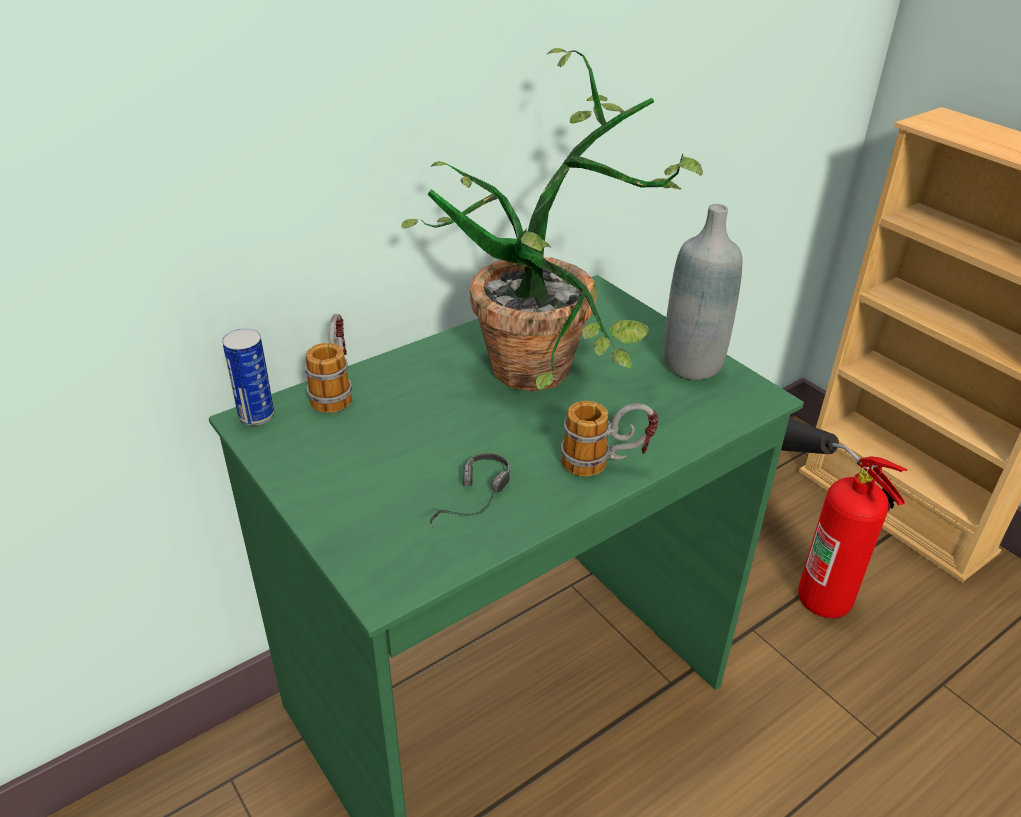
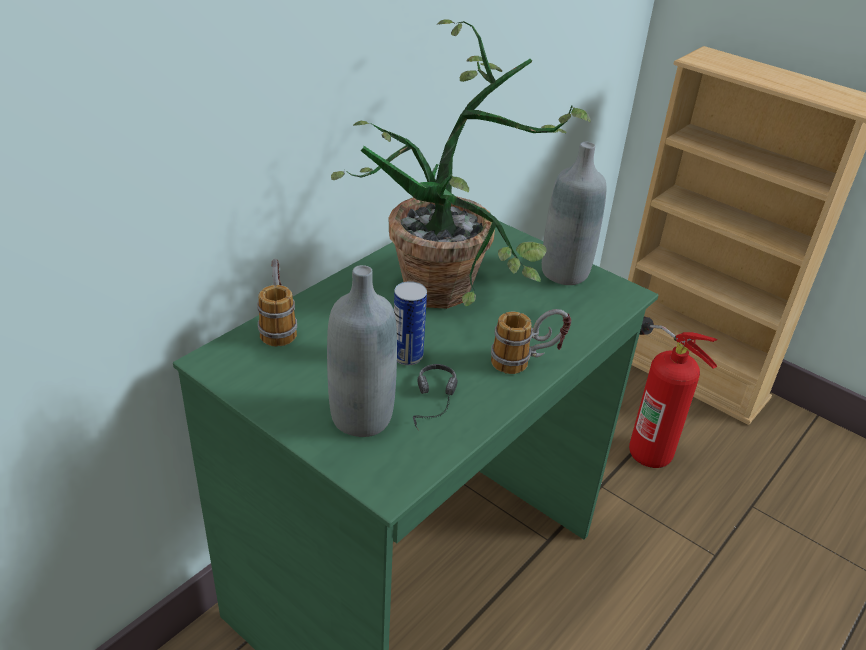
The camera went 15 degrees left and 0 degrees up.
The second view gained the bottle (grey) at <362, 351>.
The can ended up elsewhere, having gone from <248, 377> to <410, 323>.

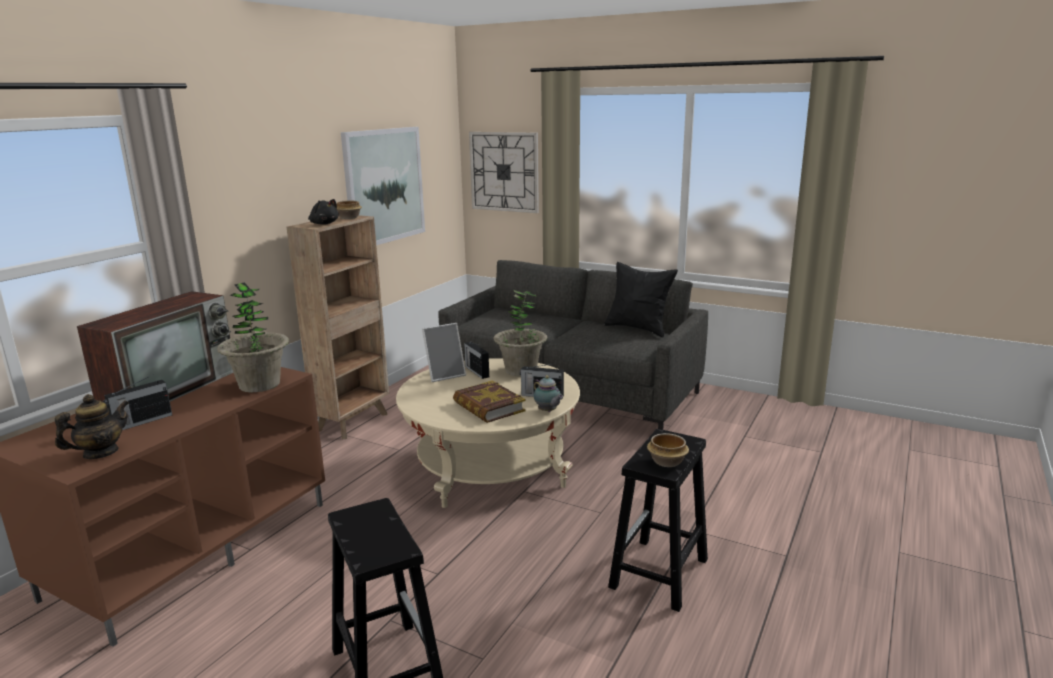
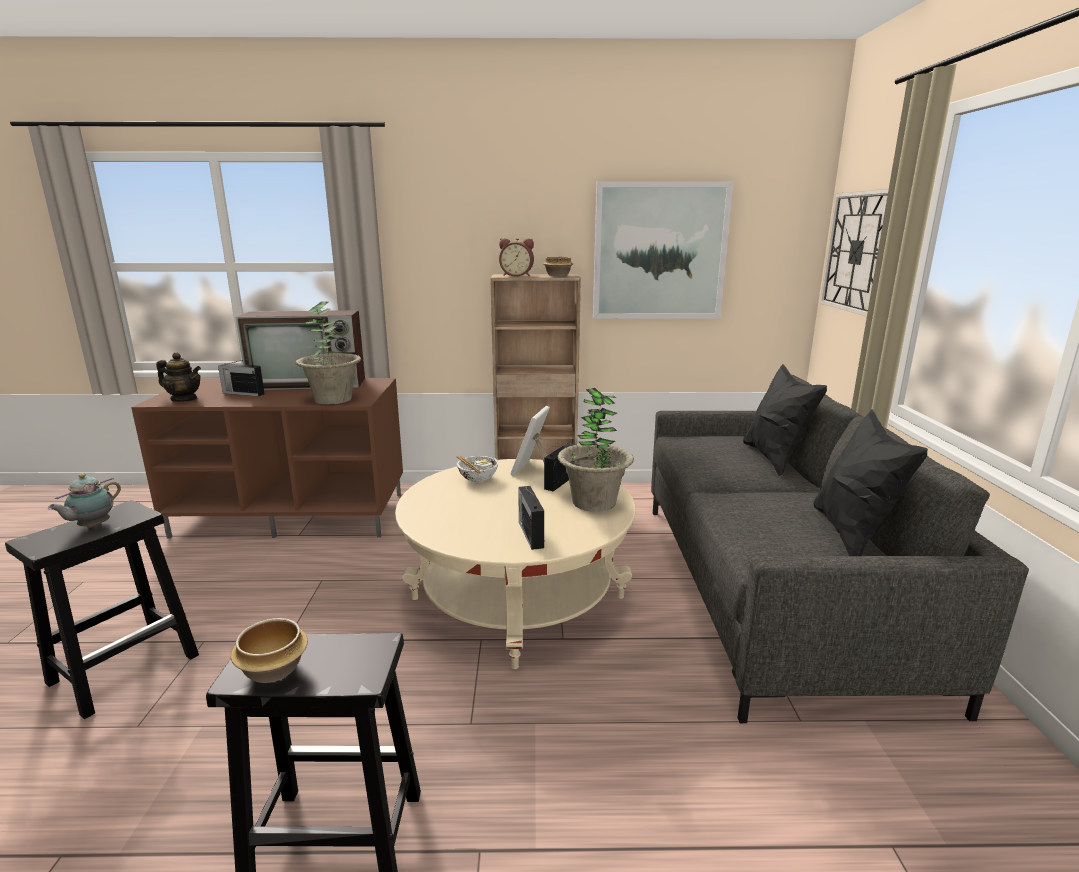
The camera went 60 degrees right and 0 degrees up.
The second view lost the book at <489, 401>.
The second view gained the bowl at <477, 469>.
The second view gained the pillow (black) at <785, 420>.
The teapot ended up elsewhere, having gone from <548, 393> to <84, 500>.
Where the plush toy (black) stood at <323, 212>, the alarm clock came to stand at <516, 257>.
The picture frame at <444, 352> ended up facing another way, 75 degrees clockwise from before.

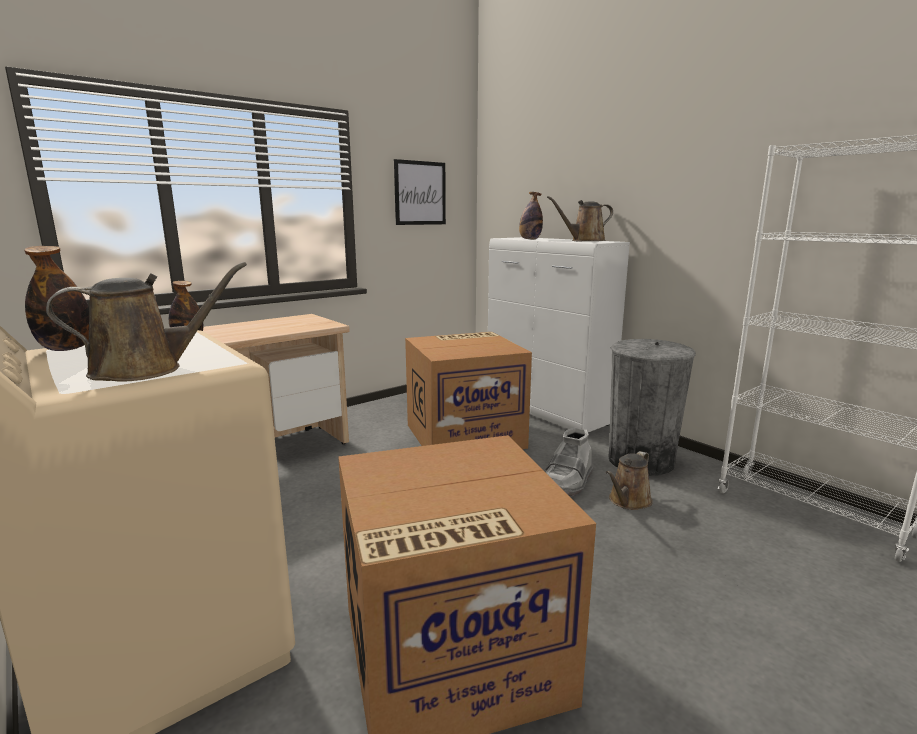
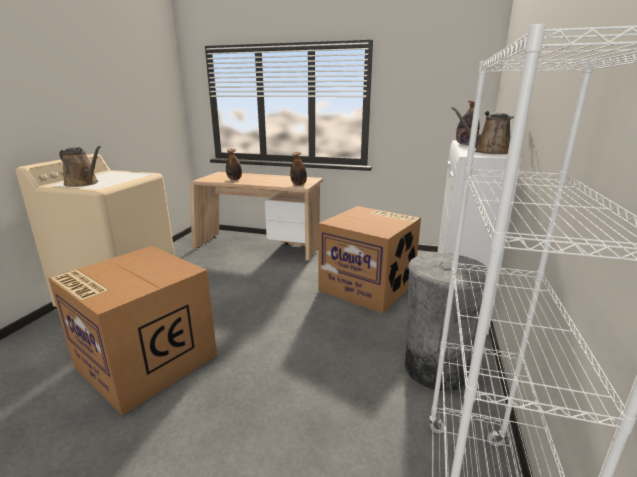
The camera went 55 degrees right and 5 degrees up.
The second view lost the picture at <420, 192>.
The second view lost the boot (grey) at <569, 461>.
The second view lost the watering can (brown) at <629, 480>.
The bottle ended up elsewhere, having gone from <56, 298> to <298, 168>.

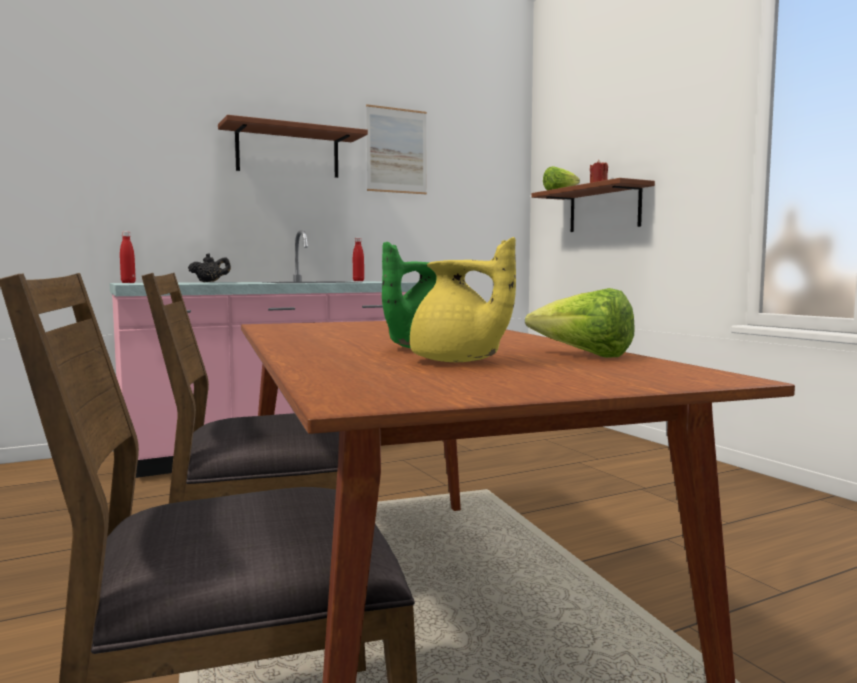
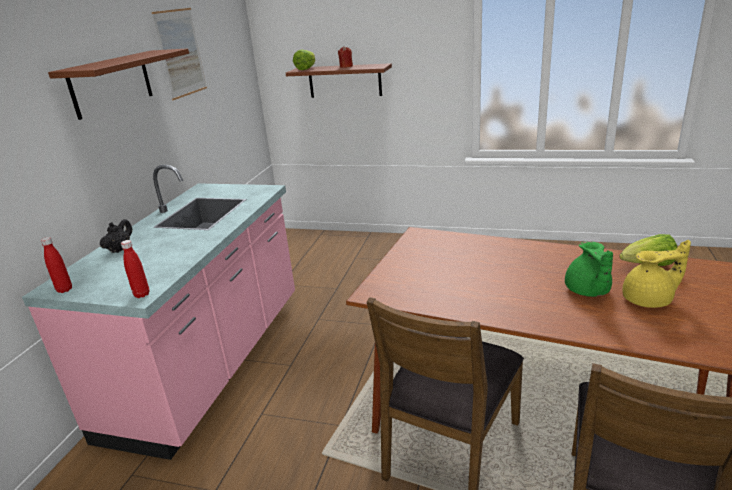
The camera went 45 degrees left and 20 degrees up.
The bottle (red) ended up elsewhere, having gone from <358, 259> to <135, 269>.

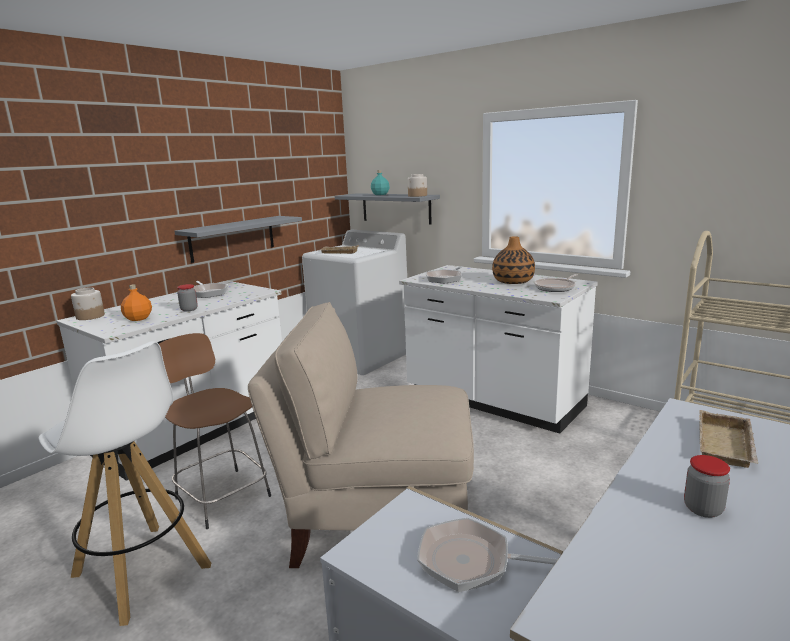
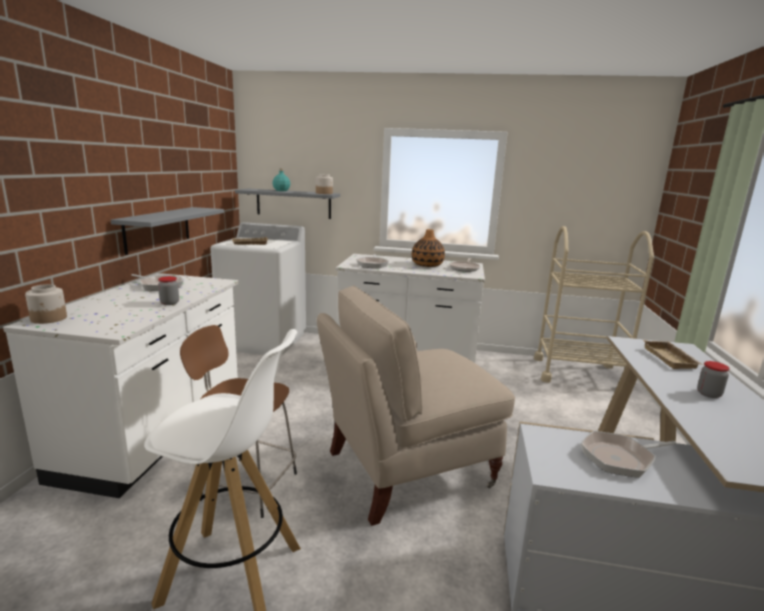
The camera went 30 degrees left and 0 degrees up.
The second view lost the bottle (orange) at <136, 302>.

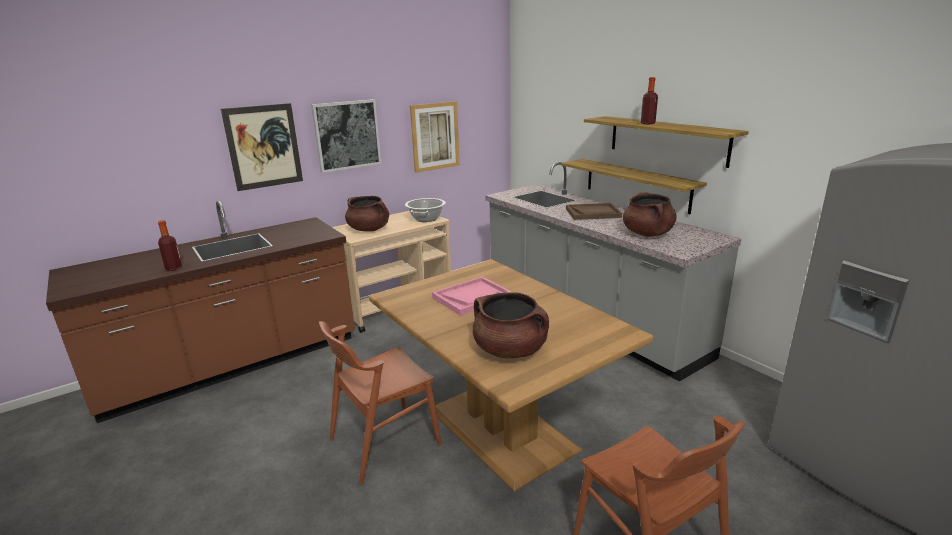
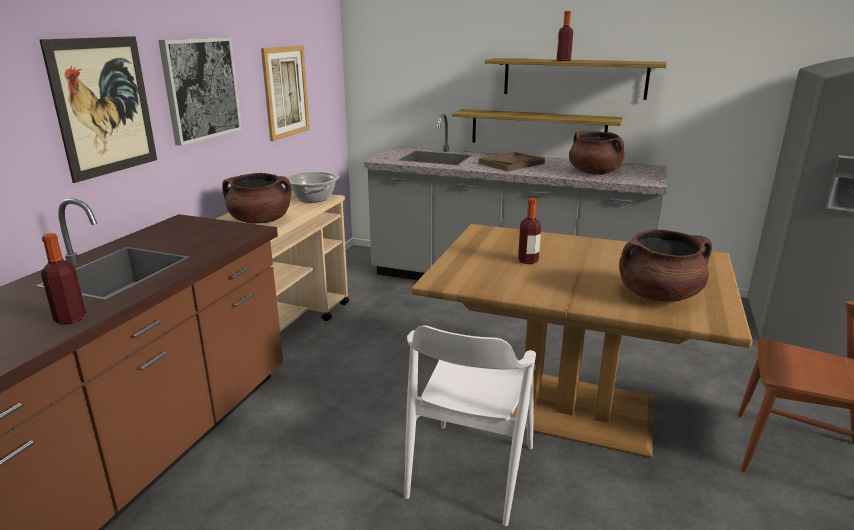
The camera went 35 degrees left and 0 degrees up.
Where the tray (pink) stood at <472, 296>, the bottle came to stand at <529, 231>.
What was the chair (brown) at <380, 402> turned into the chair (white) at <470, 425>.

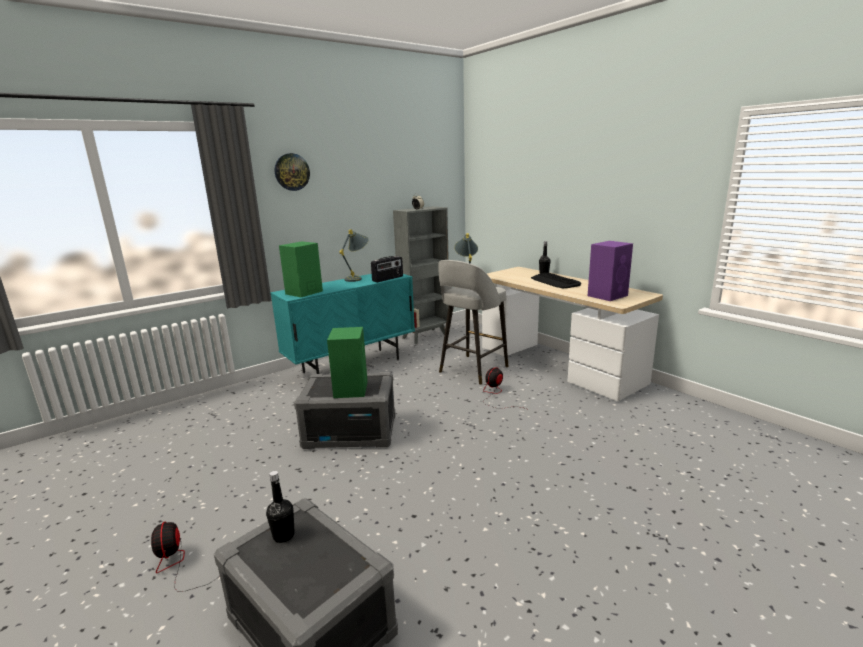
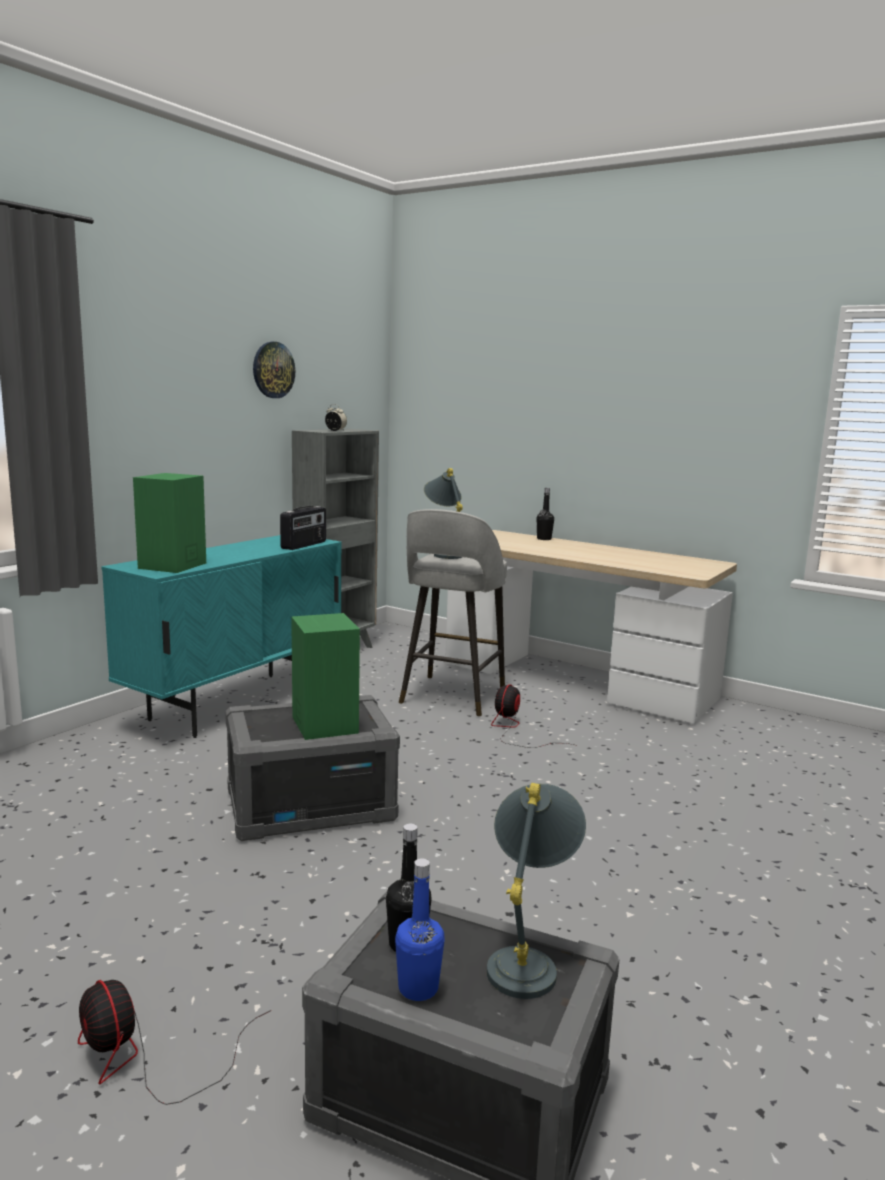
The camera went 20 degrees left and 5 degrees down.
The second view lost the keyboard at <556, 280>.
The second view lost the speaker (purple) at <610, 271>.
The second view gained the bottle (blue) at <420, 929>.
The wall clock ended up elsewhere, having gone from <292, 172> to <274, 370>.
The table lamp (grey) ended up elsewhere, having gone from <354, 255> to <536, 891>.

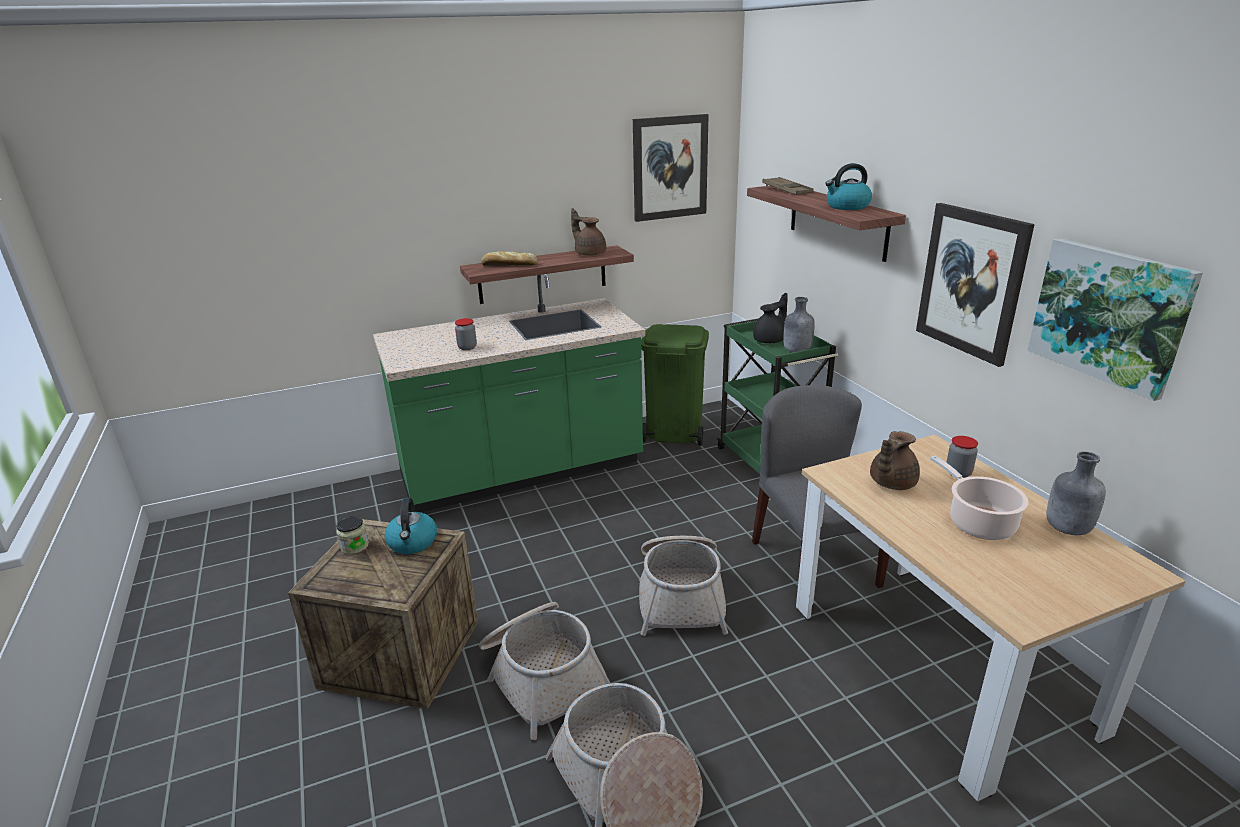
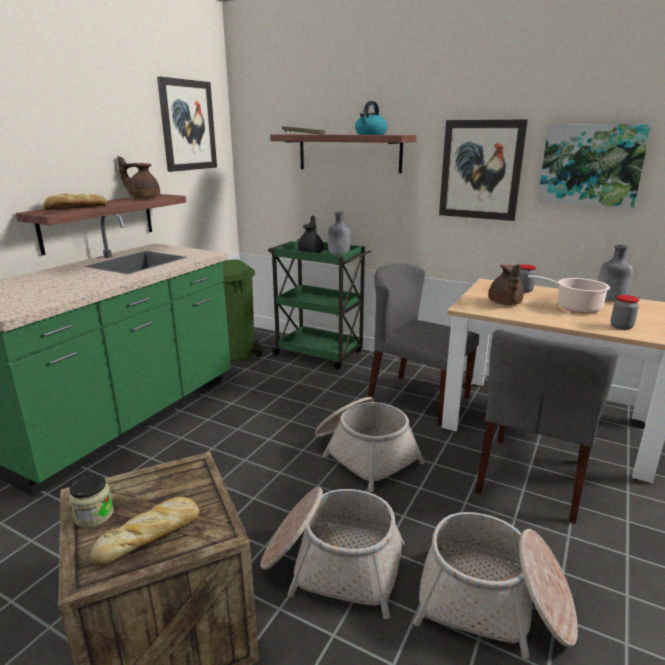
The camera went 40 degrees left and 5 degrees down.
The second view lost the kettle at <411, 526>.
The second view gained the bread at <144, 532>.
The second view gained the chair (grey) at <546, 426>.
The jar ended up elsewhere, having gone from <466, 334> to <624, 312>.

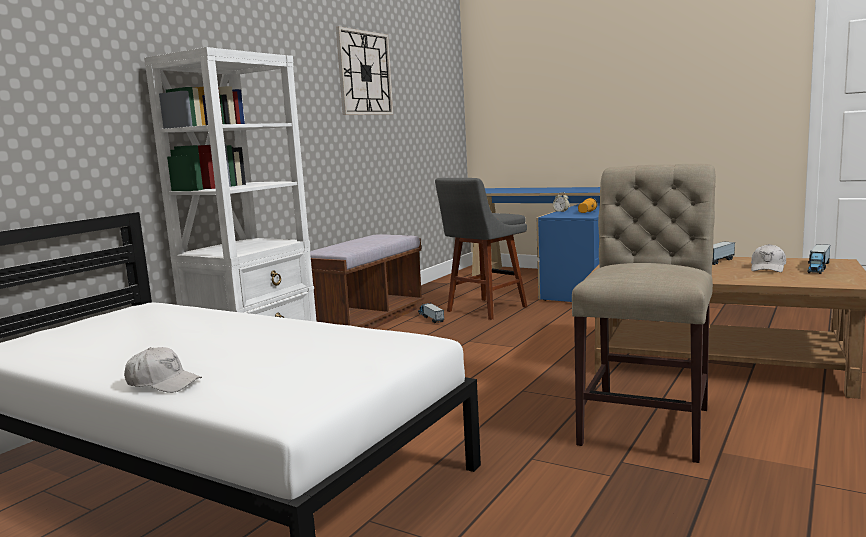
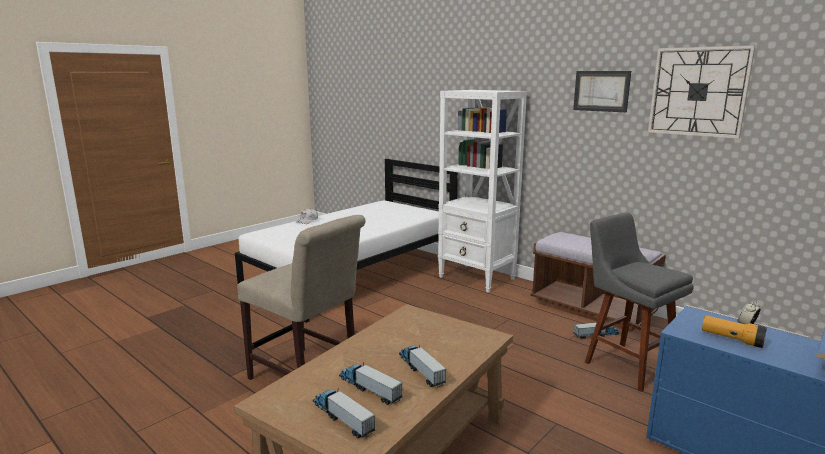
The camera went 100 degrees right and 5 degrees up.
The second view gained the picture at <602, 91>.
Where the cap (white) stood at <768, 258>, the toy truck came to stand at <370, 383>.

